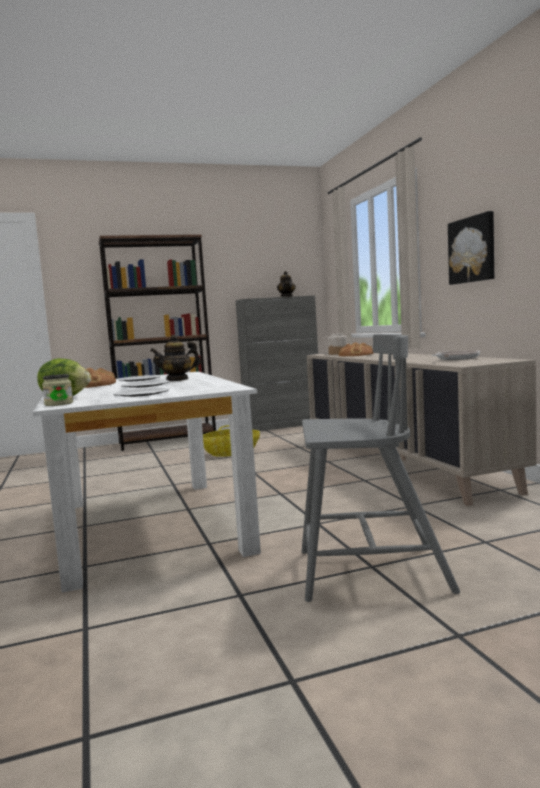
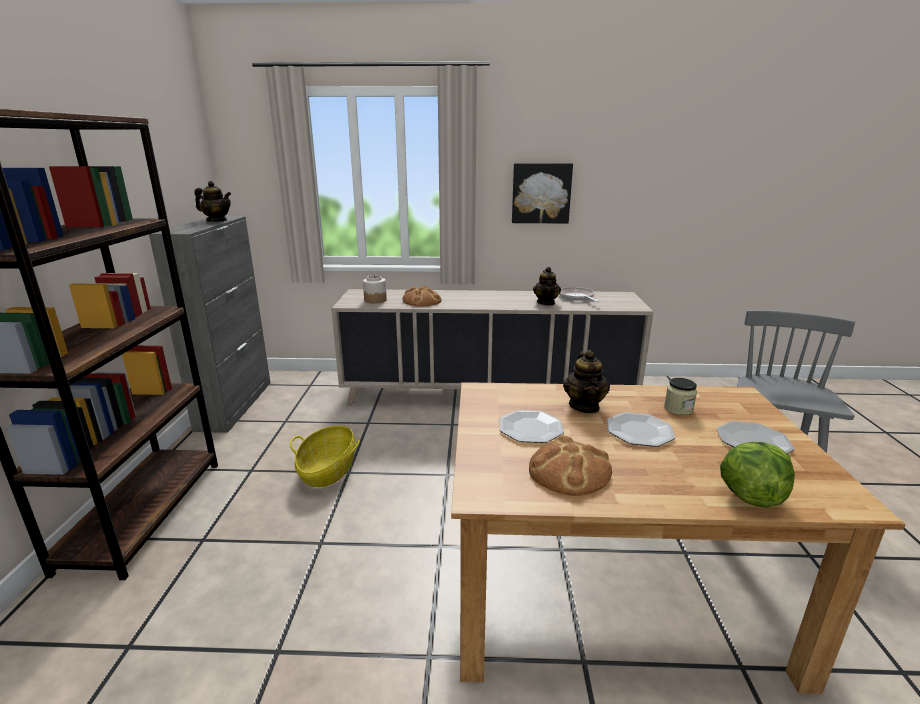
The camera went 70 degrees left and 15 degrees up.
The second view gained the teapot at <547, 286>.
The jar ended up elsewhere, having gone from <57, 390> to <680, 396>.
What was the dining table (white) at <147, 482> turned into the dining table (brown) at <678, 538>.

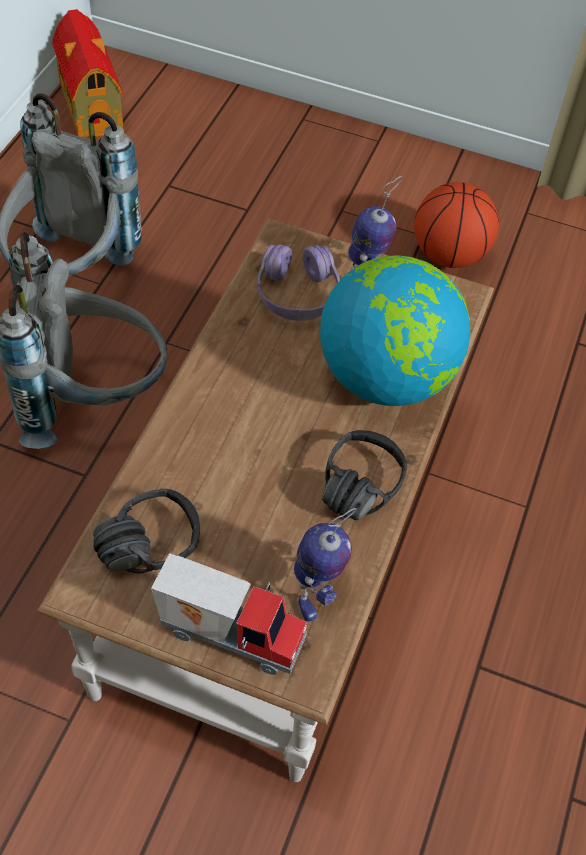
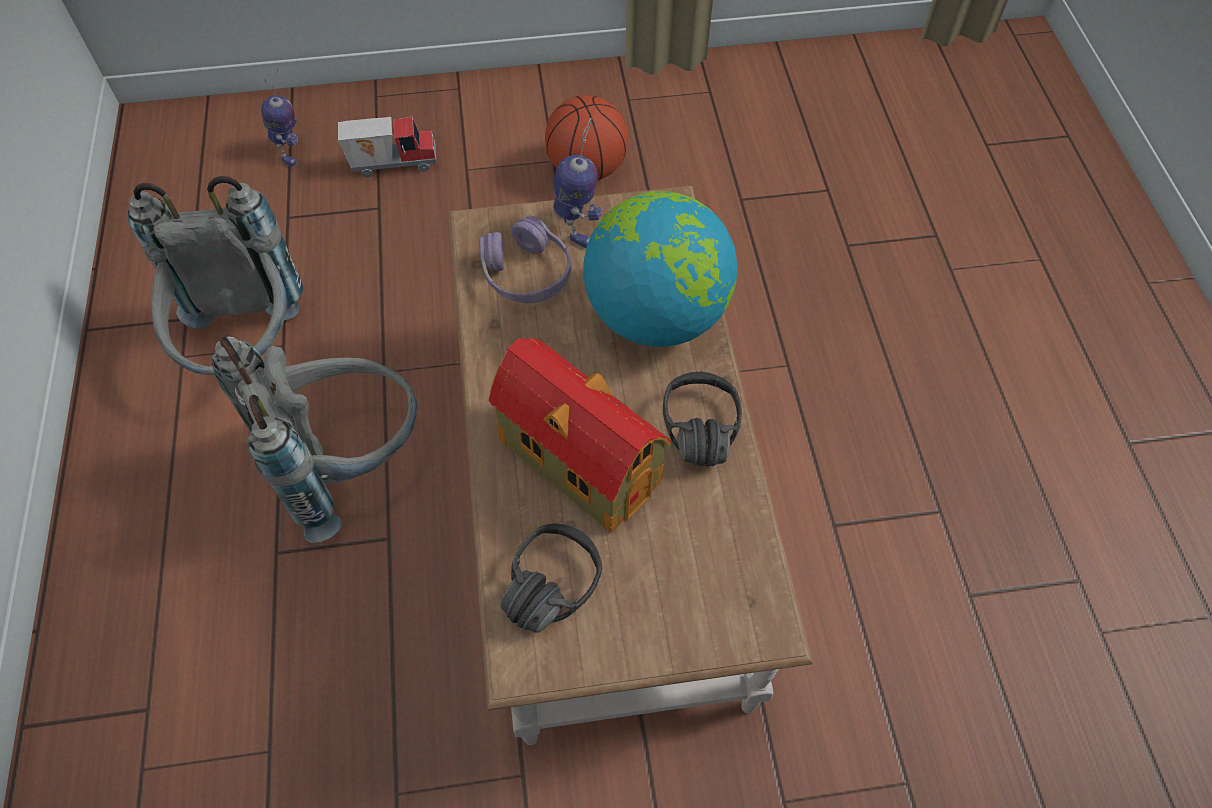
The camera went 25 degrees left and 5 degrees up.
The toy house ended up elsewhere, having gone from <87, 73> to <580, 435>.
The toy truck ended up elsewhere, having gone from <229, 614> to <387, 147>.
The toy robot ended up elsewhere, having gone from <325, 565> to <279, 117>.

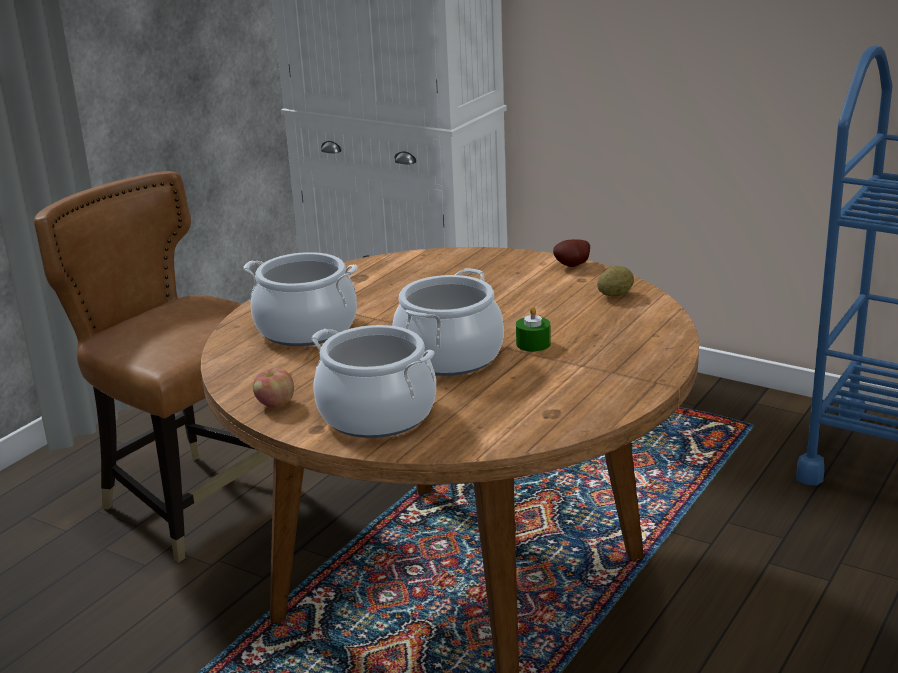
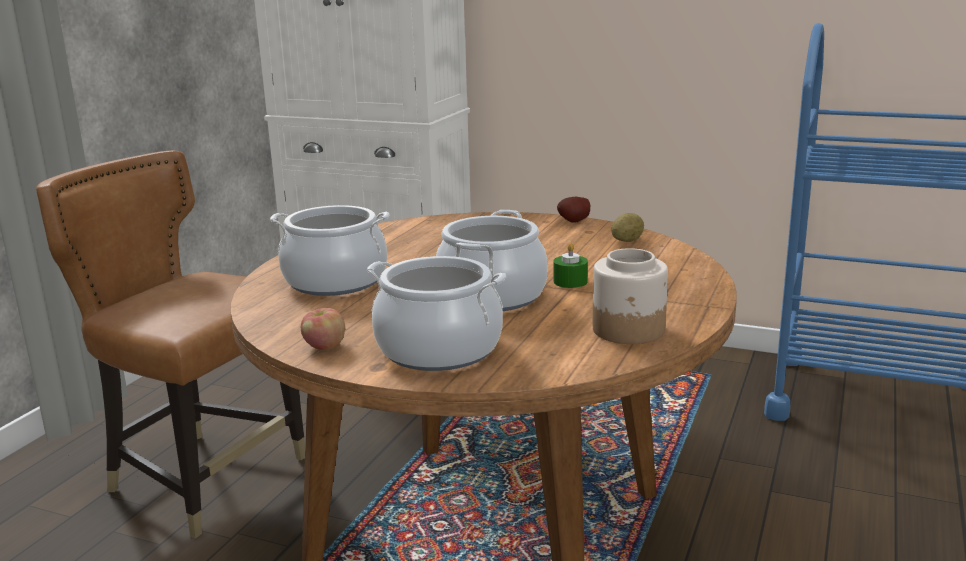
The camera went 10 degrees left and 5 degrees down.
The second view gained the jar at <630, 296>.

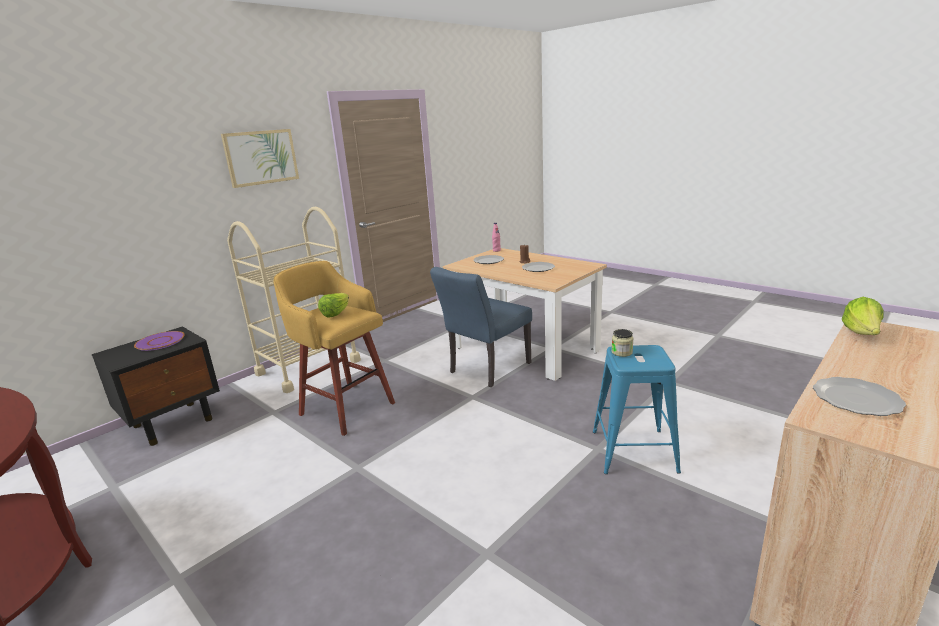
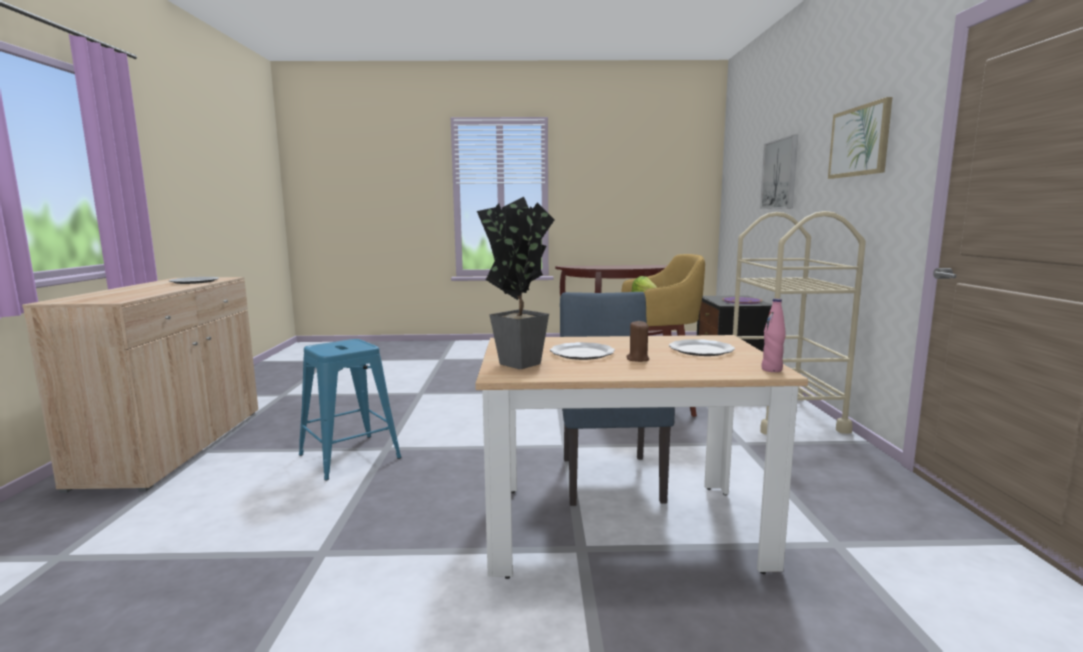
The camera went 135 degrees right and 10 degrees down.
The second view lost the jar at <623, 343>.
The second view lost the lettuce at <863, 316>.
The second view gained the potted plant at <516, 283>.
The second view gained the picture at <779, 172>.

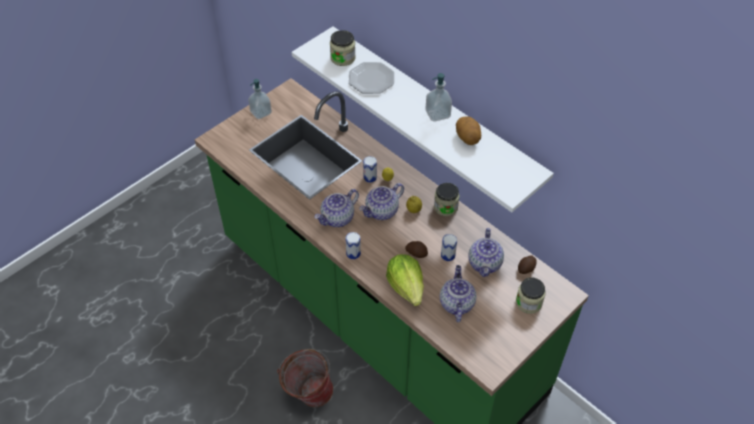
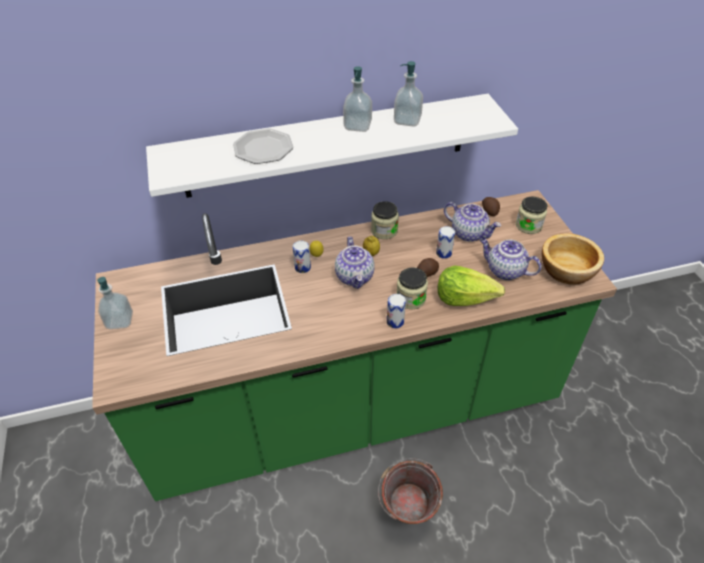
The camera went 60 degrees left and 5 degrees down.
The second view lost the teapot at <336, 208>.
The second view gained the bowl at <573, 259>.
The jar ended up elsewhere, having gone from <343, 48> to <412, 288>.
Where the potato stood at <468, 130>, the soap dispenser came to stand at <408, 94>.

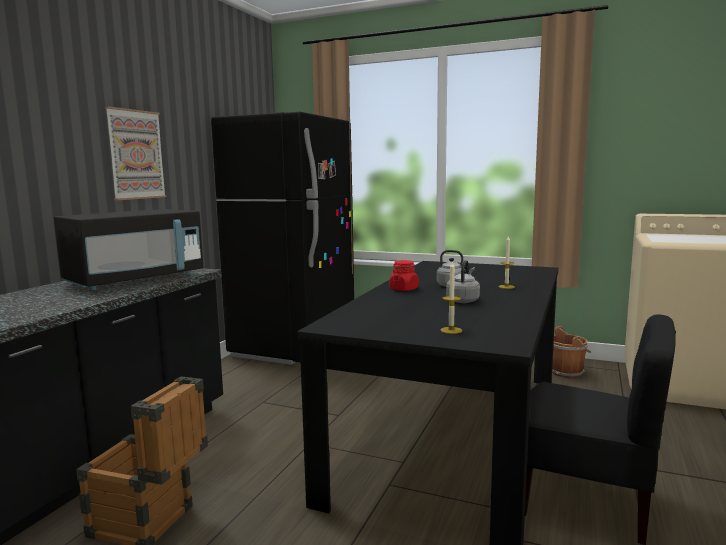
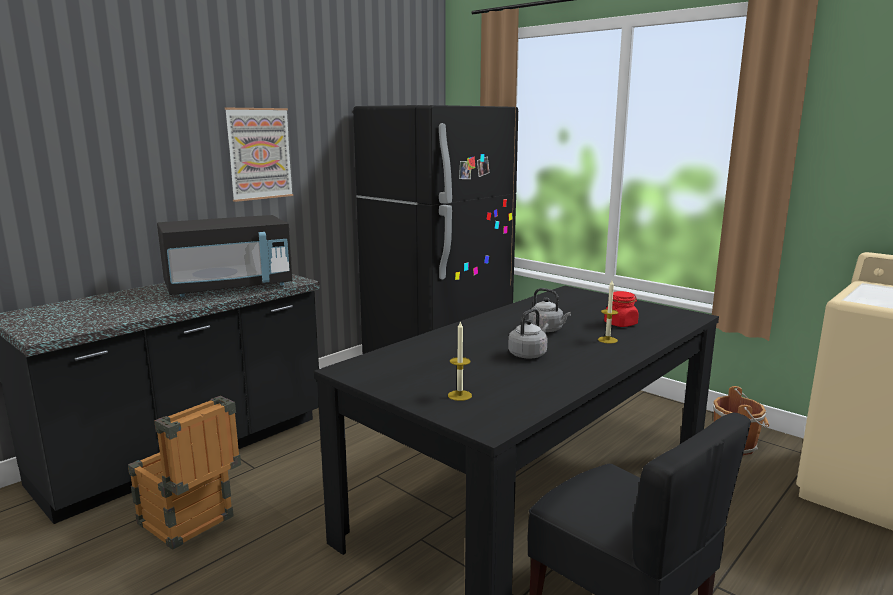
The camera went 20 degrees right and 5 degrees up.
The jar (red) ended up elsewhere, having gone from <404, 275> to <621, 309>.

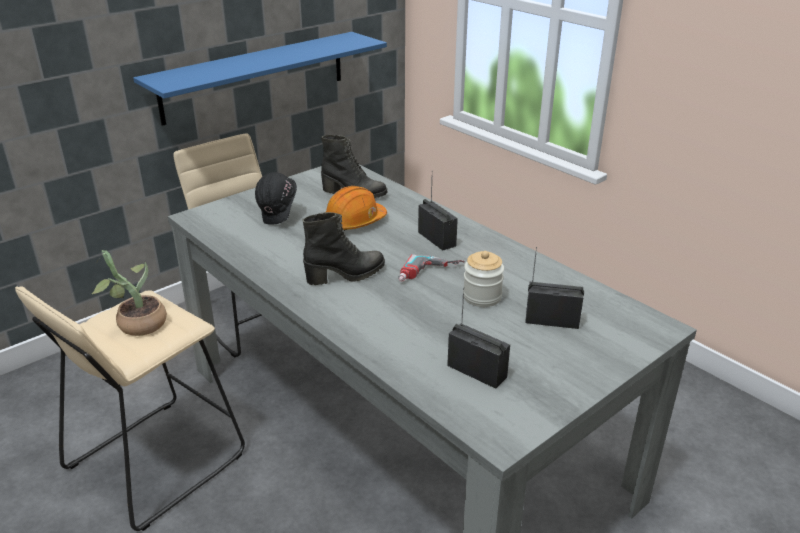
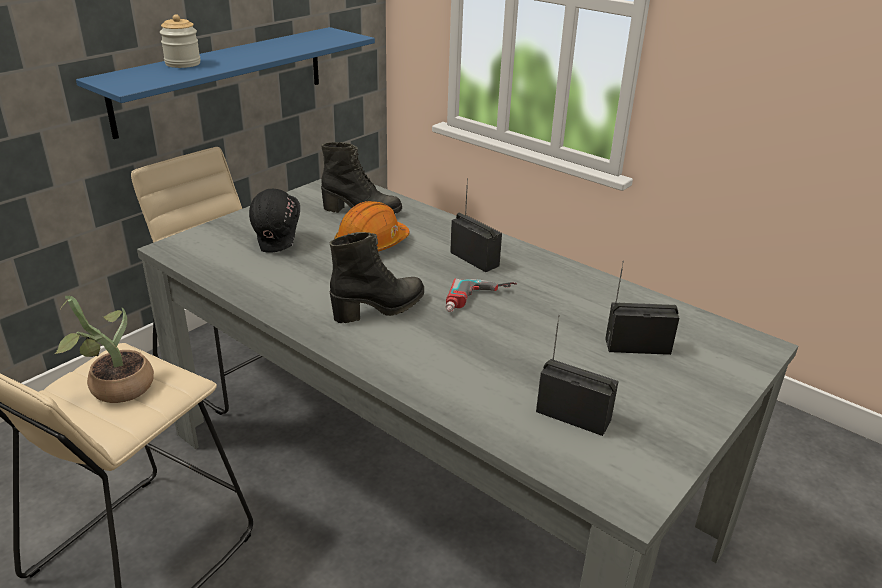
The camera went 10 degrees left and 0 degrees up.
The jar ended up elsewhere, having gone from <484, 279> to <180, 41>.

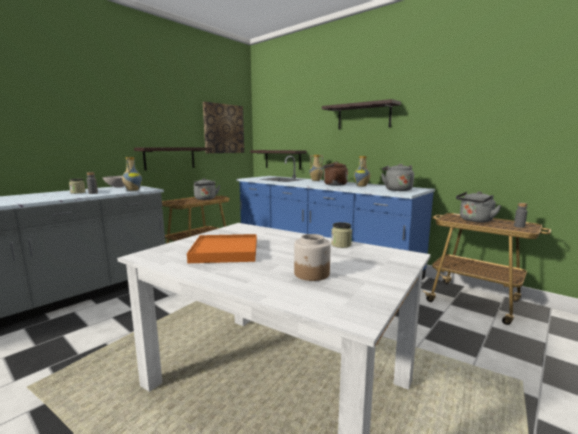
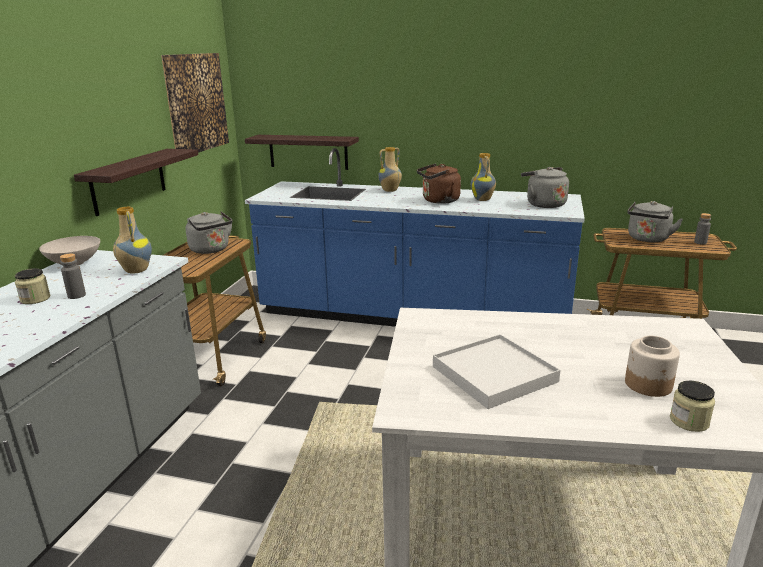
The camera went 25 degrees left and 10 degrees up.
The second view lost the shelf at <361, 114>.
The jar ended up elsewhere, having gone from <341, 235> to <692, 406>.
What was the tray (orange) at <222, 248> turned into the tray (white) at <497, 371>.

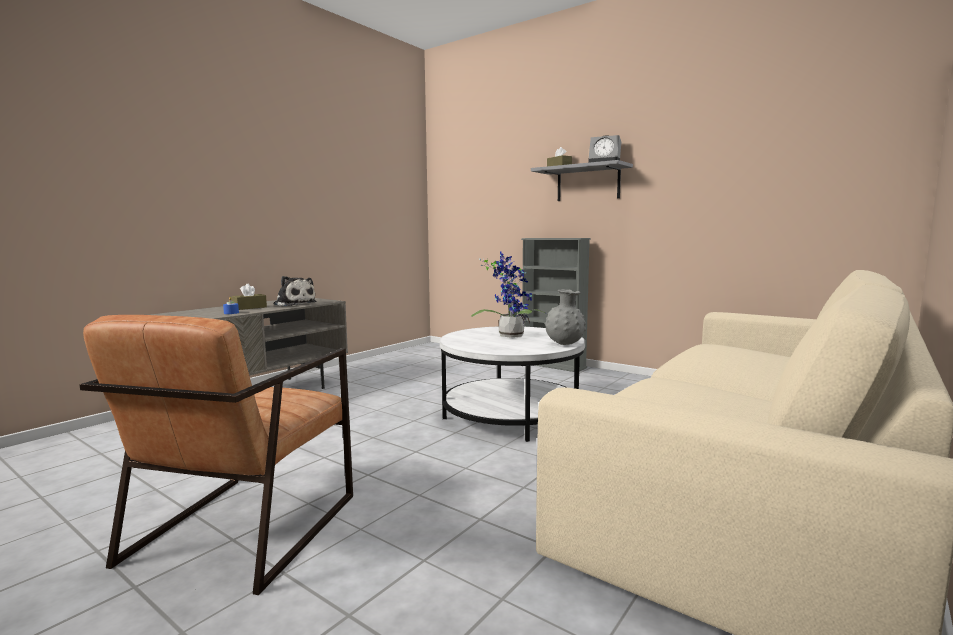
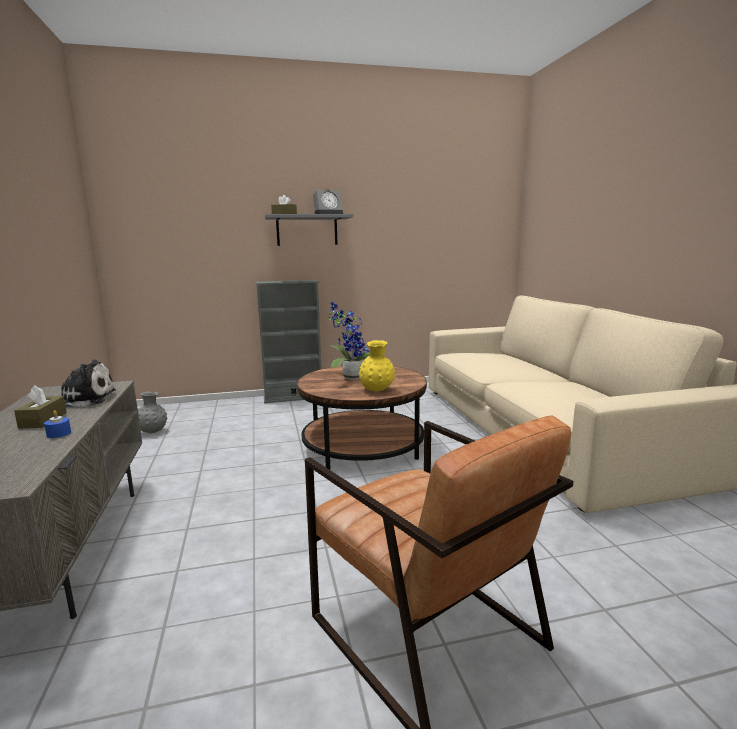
The camera went 50 degrees left and 5 degrees up.
The second view gained the vase (yellow) at <377, 365>.
The vase (grey) ended up elsewhere, having gone from <565, 317> to <152, 412>.
What was the coffee table (white) at <512, 384> turned into the coffee table (brown) at <362, 418>.

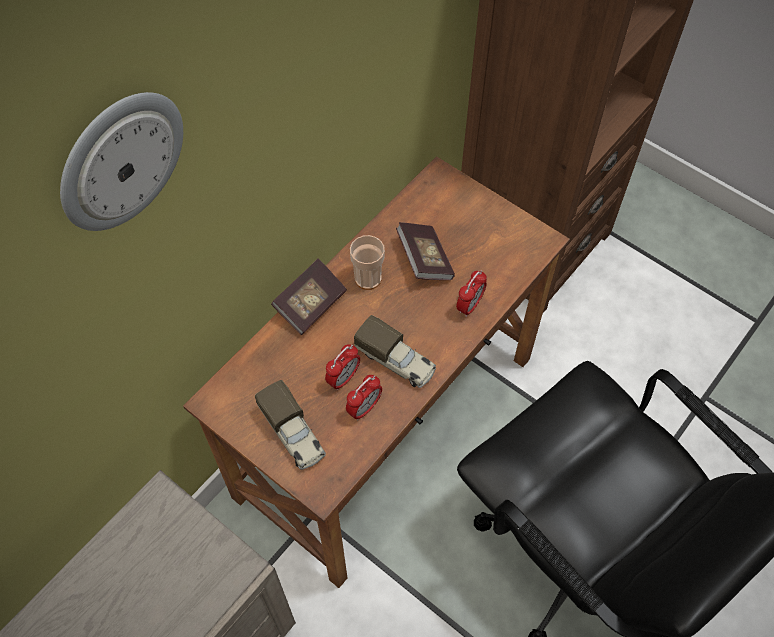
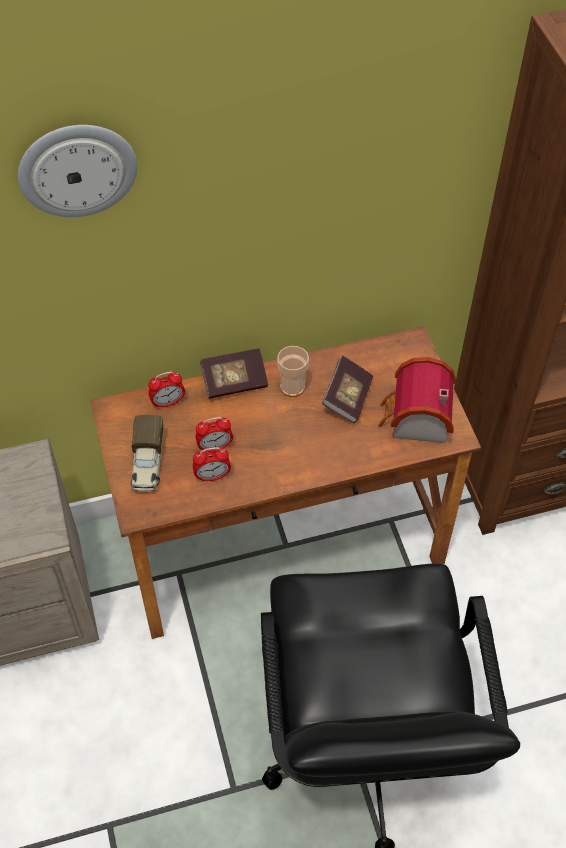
The camera went 35 degrees right and 5 degrees down.
The second view lost the toy truck at <395, 351>.
The second view gained the toy house at <417, 400>.
The alarm clock ended up elsewhere, having gone from <471, 293> to <166, 390>.

